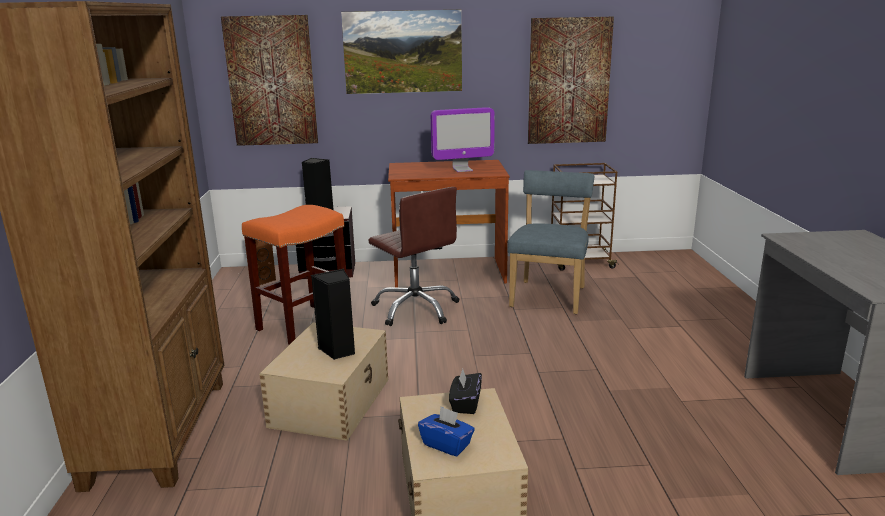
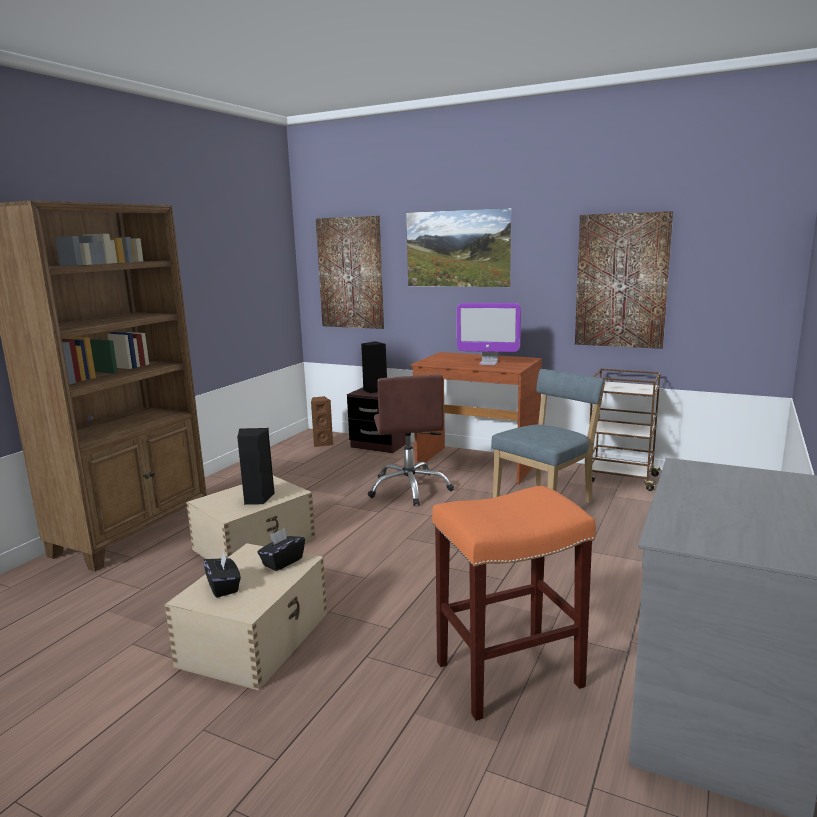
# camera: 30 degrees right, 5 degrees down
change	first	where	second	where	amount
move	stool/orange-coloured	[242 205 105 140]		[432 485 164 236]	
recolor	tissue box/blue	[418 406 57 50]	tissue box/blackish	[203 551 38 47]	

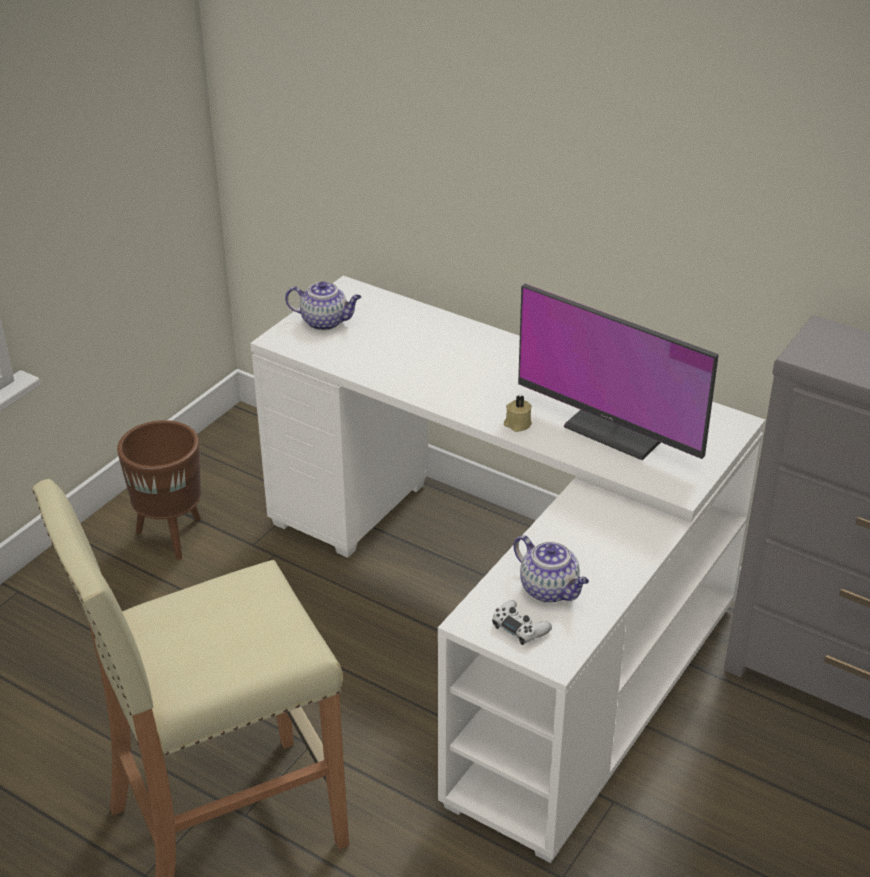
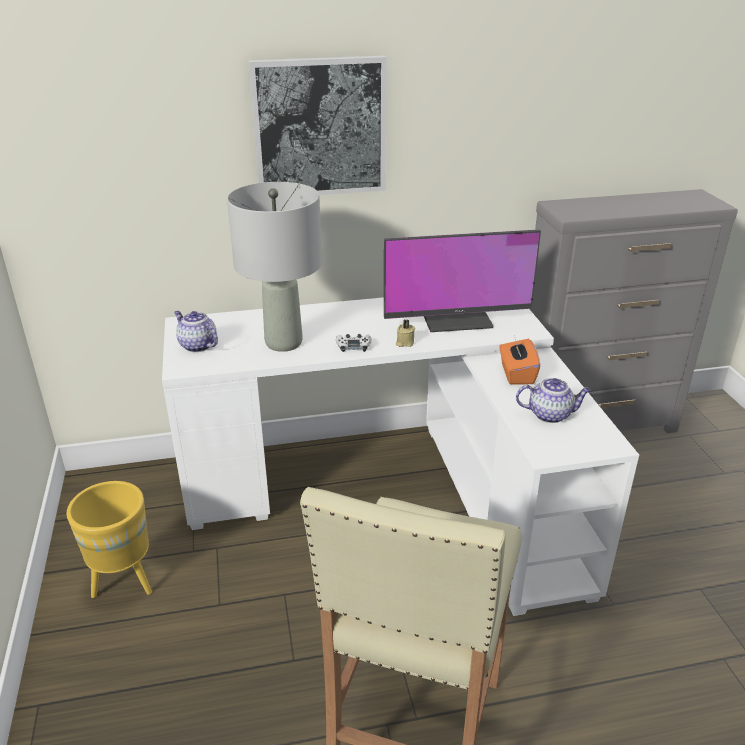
# camera: 45 degrees left, 5 degrees down
change	first	where	second	where	amount
rotate	teapot	[285 281 76 49]		[174 311 44 41]	105 degrees counterclockwise
recolor	planter/brown	[117 420 84 140]	planter/yellow-coloured	[67 481 85 117]	
move	game controller/white	[492 600 60 45]		[336 334 35 18]	
insert			picture	[248 56 139 139]	
insert			lamp for a table/greyish	[227 182 95 170]	
insert			tissue box/orange-coloured	[499 335 41 50]	

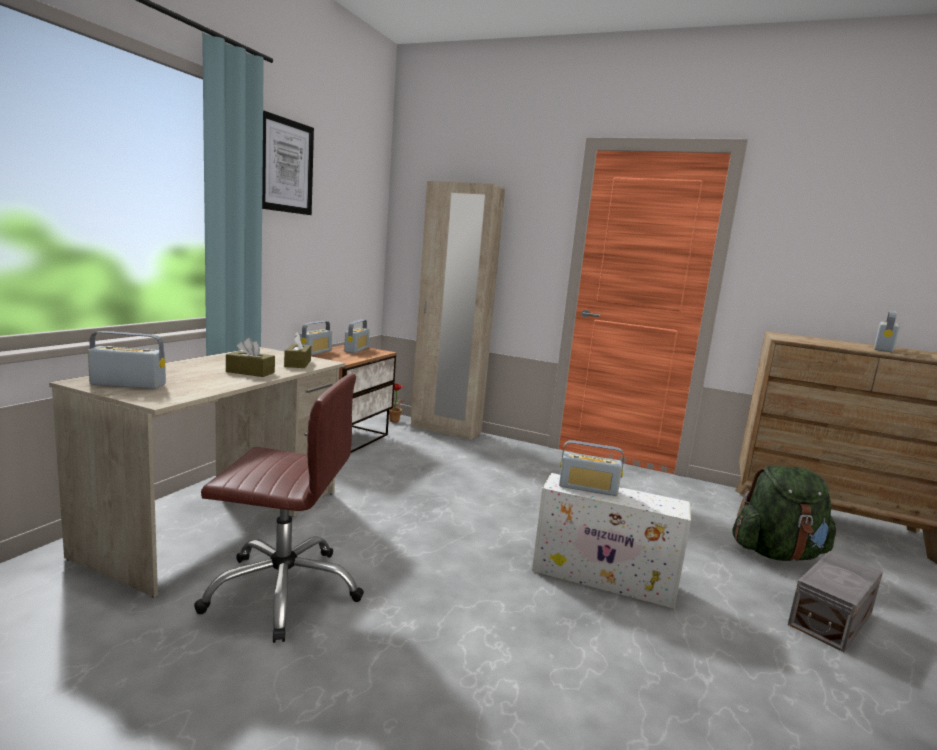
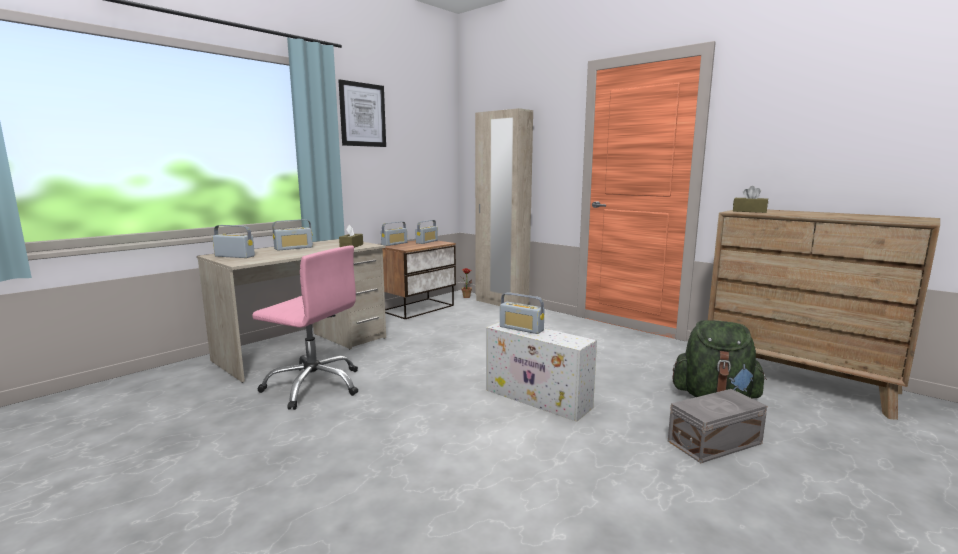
# camera: 20 degrees right, 0 degrees up
change	first	where	second	where	amount
move	radio receiver	[874 311 25 41]		[272 219 41 32]	
move	tissue box/brown	[226 338 49 39]		[733 186 35 27]	
recolor	office chair/brown	[194 374 170 269]	office chair/pink	[252 245 106 165]	

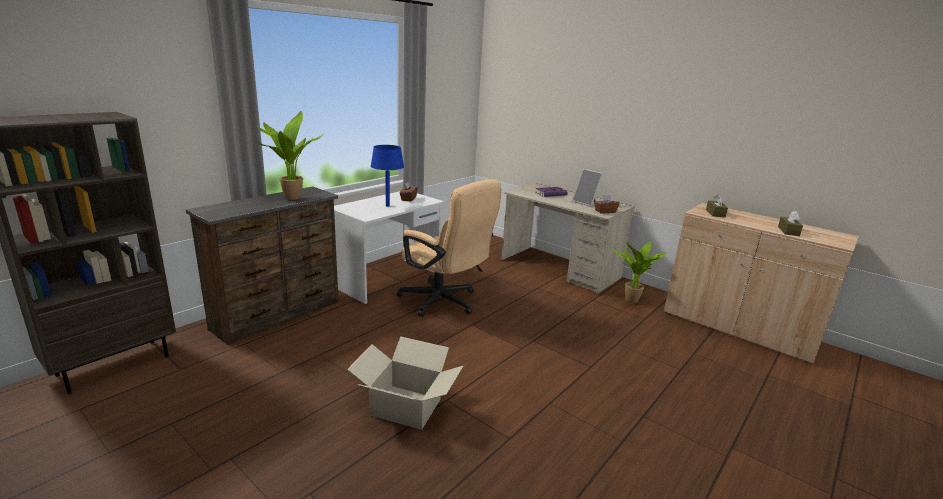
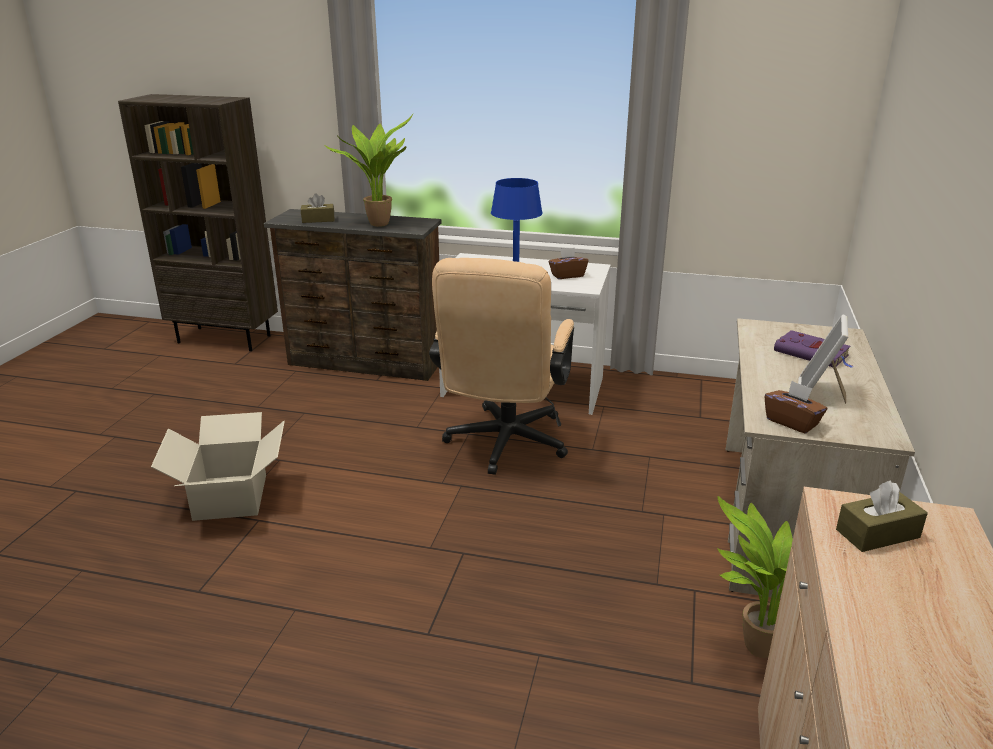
# camera: 65 degrees right, 5 degrees up
change	first	where	second	where	amount
move	tissue box/brown	[778 211 25 25]		[301 193 33 30]	

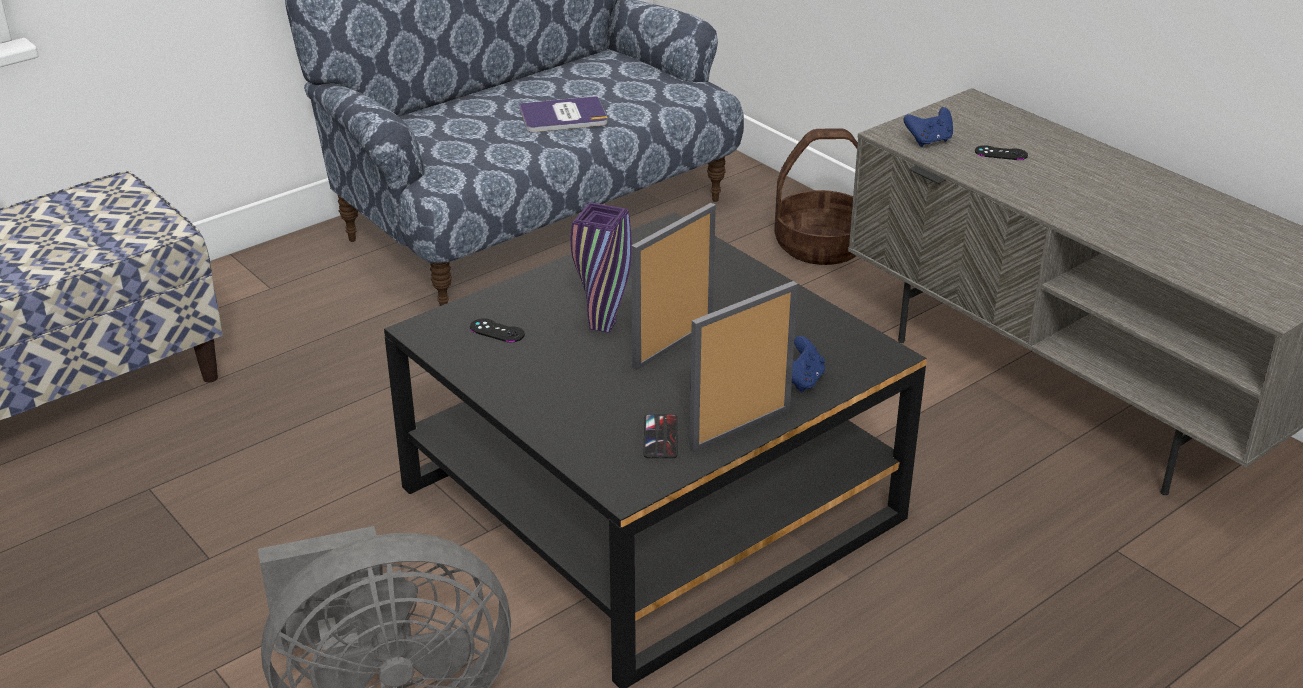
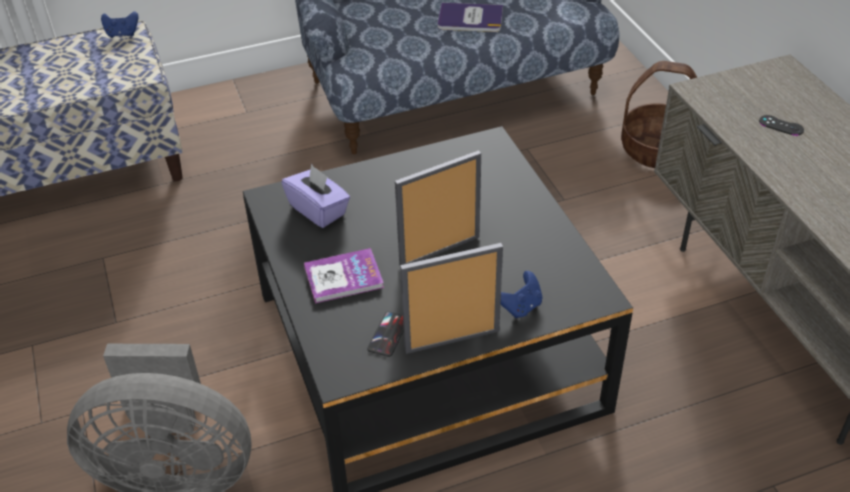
# camera: 20 degrees right, 10 degrees up
change	first	where	second	where	amount
move	game controller/blue	[904 107 49 40]		[101 11 37 27]	
delete	decorative vase/purple	[571 202 61 131]			
replace	game controller/blackish	[470 318 55 24]	tissue box/purple	[281 164 69 64]	
insert			book	[304 248 80 55]	

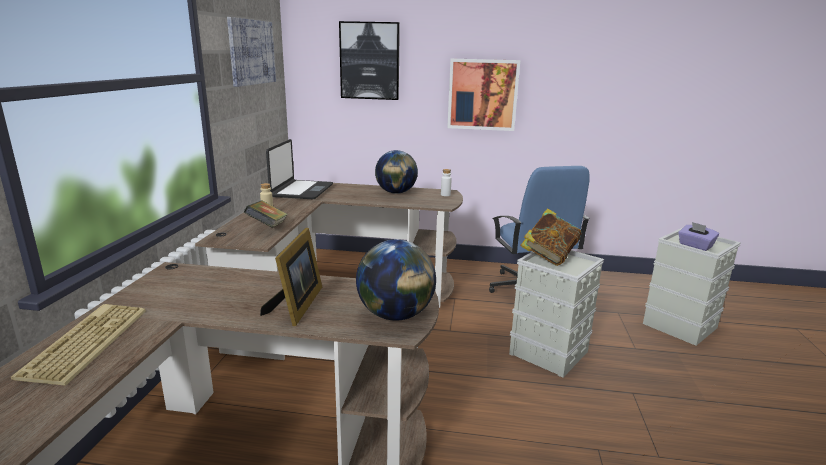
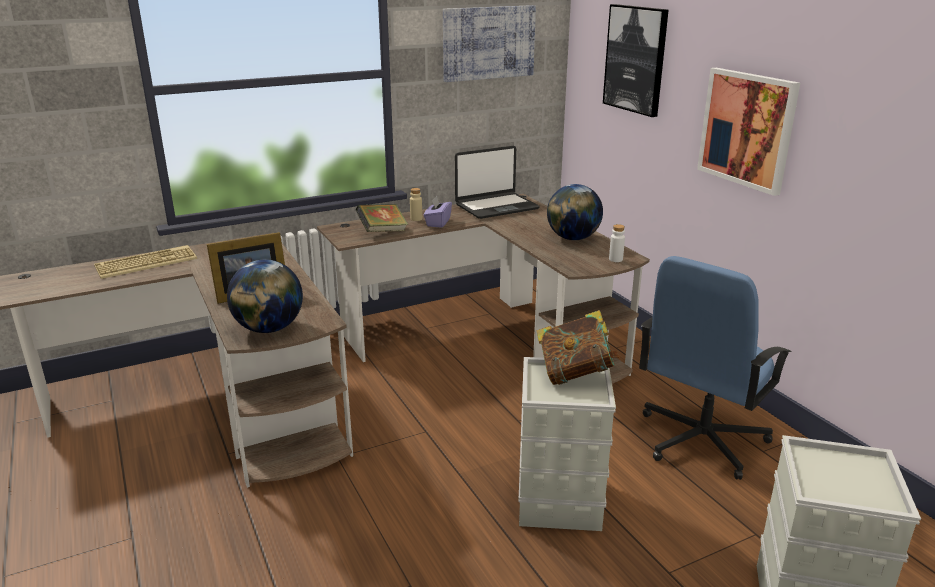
# camera: 55 degrees right, 5 degrees up
change	first	where	second	where	amount
move	tissue box/purple	[678 222 41 29]		[424 196 28 32]	

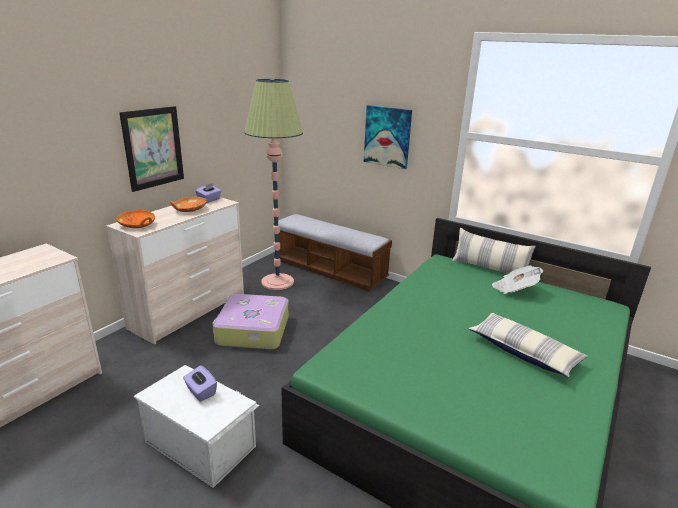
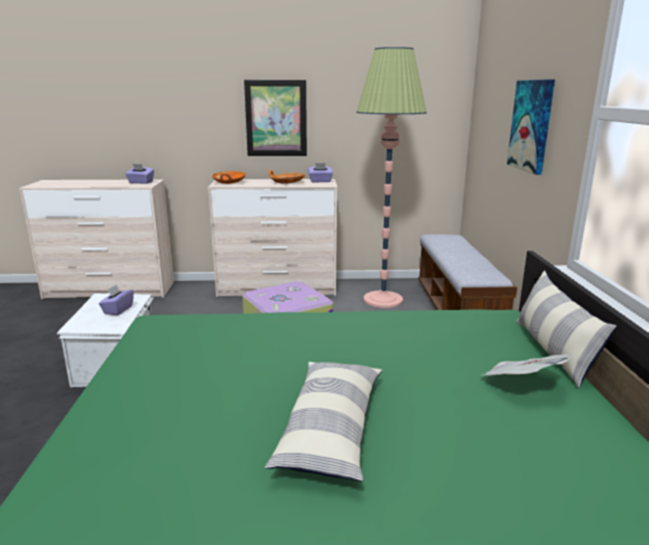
# camera: 55 degrees right, 5 degrees down
change	first	where	second	where	amount
insert			tissue box/purple	[125 164 29 20]	

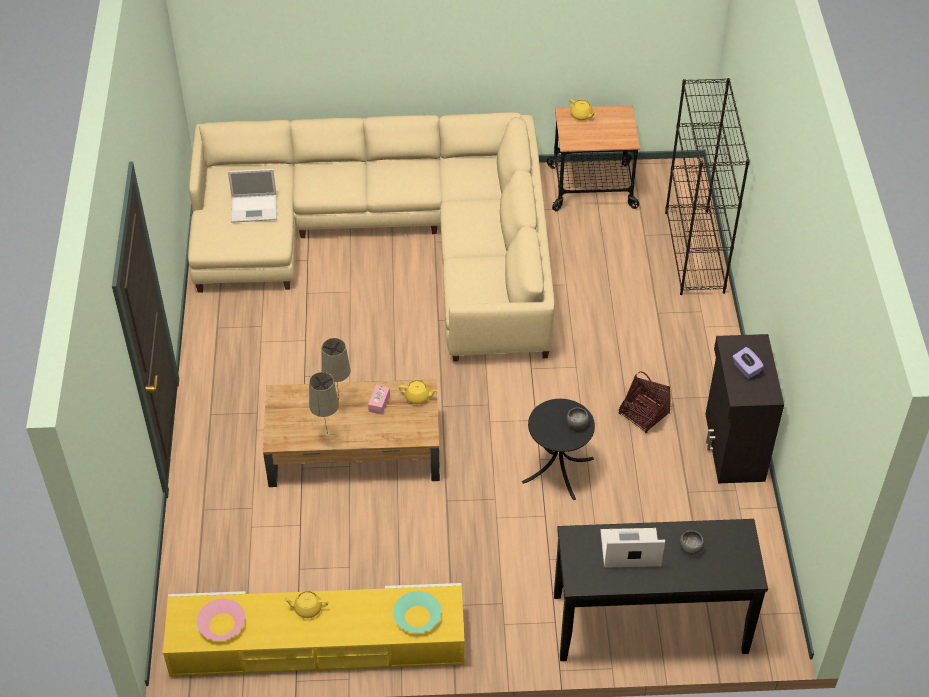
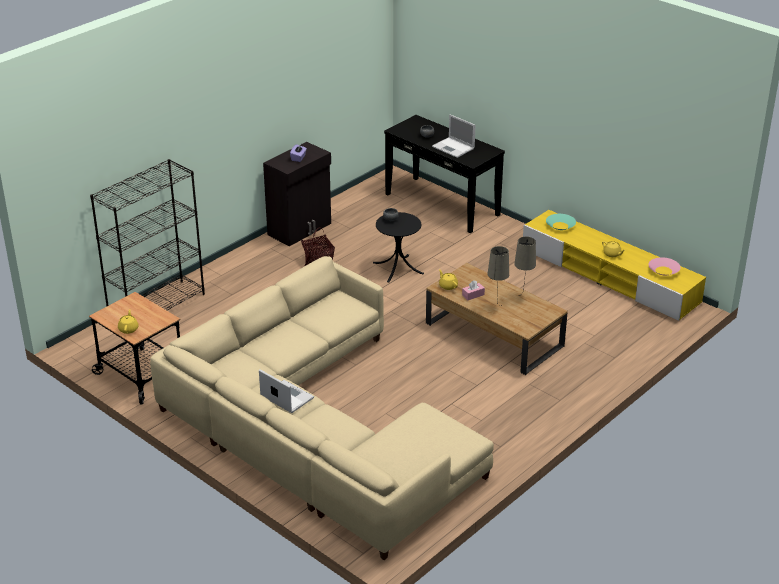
# camera: 135 degrees left, 15 degrees down
change	first	where	second	where	amount
move	notebook computer	[228 169 49 54]		[259 369 55 44]	

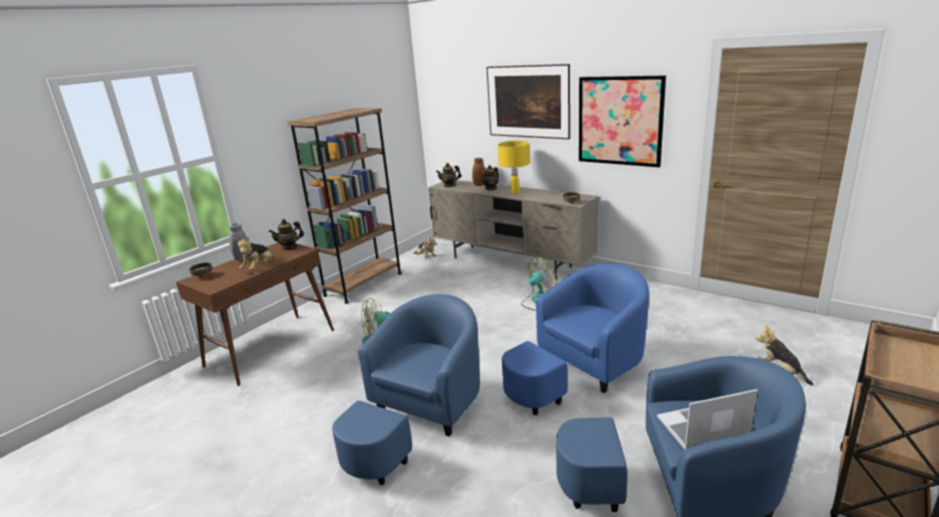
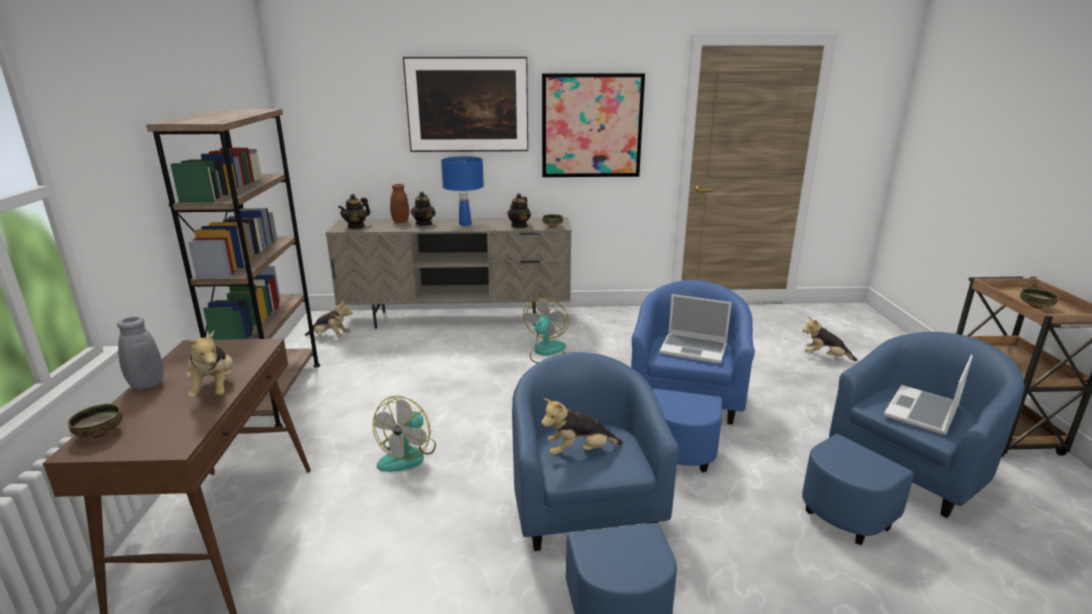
# camera: 40 degrees left, 0 degrees up
change	first	where	second	where	amount
recolor	lamp for a table/yellow-coloured	[498 141 32 53]	lamp for a table/blue	[441 156 43 70]	
move	teapot	[268 219 36 31]		[507 193 24 35]	
insert			bowl	[1020 288 39 21]	
insert			notebook computer	[660 294 72 70]	
insert			cuddly toy	[541 398 82 57]	

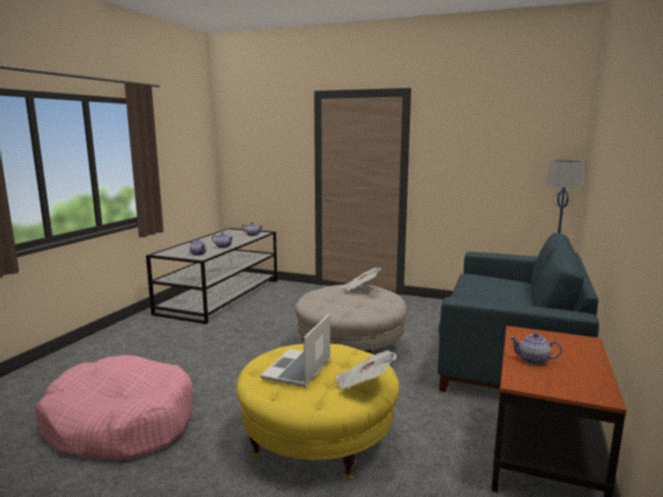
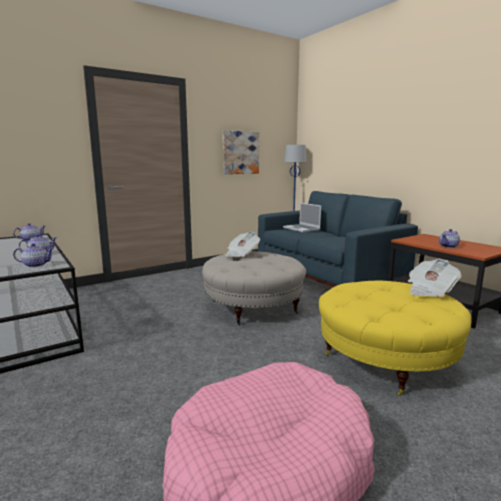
# camera: 55 degrees left, 0 degrees up
change	first	where	second	where	amount
move	notebook computer	[260 313 71 75]		[283 203 38 29]	
insert			picture	[223 130 36 44]	

